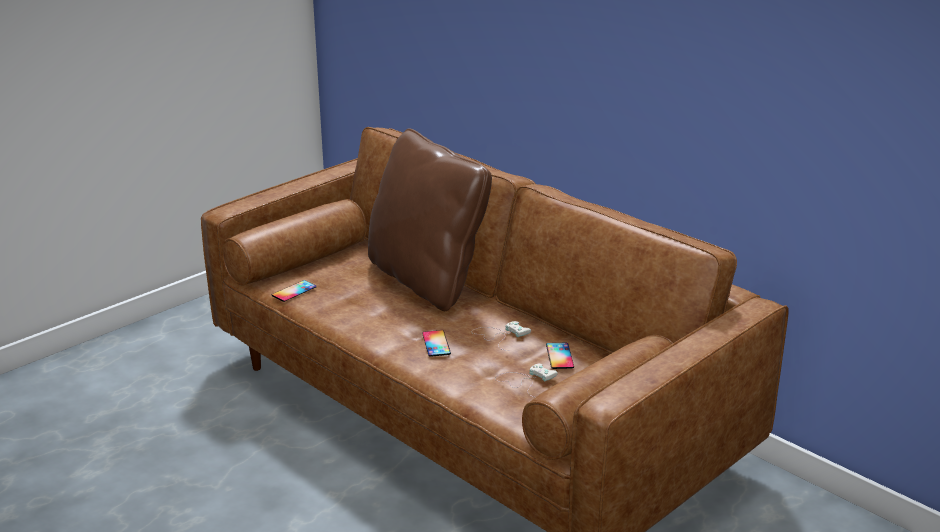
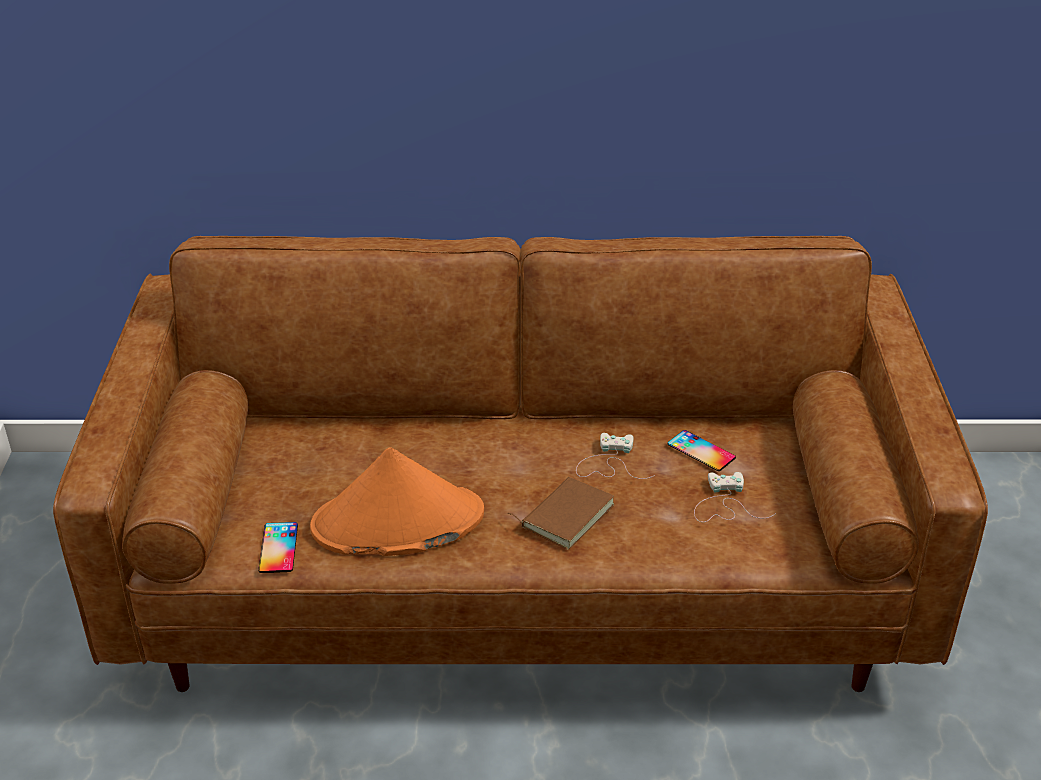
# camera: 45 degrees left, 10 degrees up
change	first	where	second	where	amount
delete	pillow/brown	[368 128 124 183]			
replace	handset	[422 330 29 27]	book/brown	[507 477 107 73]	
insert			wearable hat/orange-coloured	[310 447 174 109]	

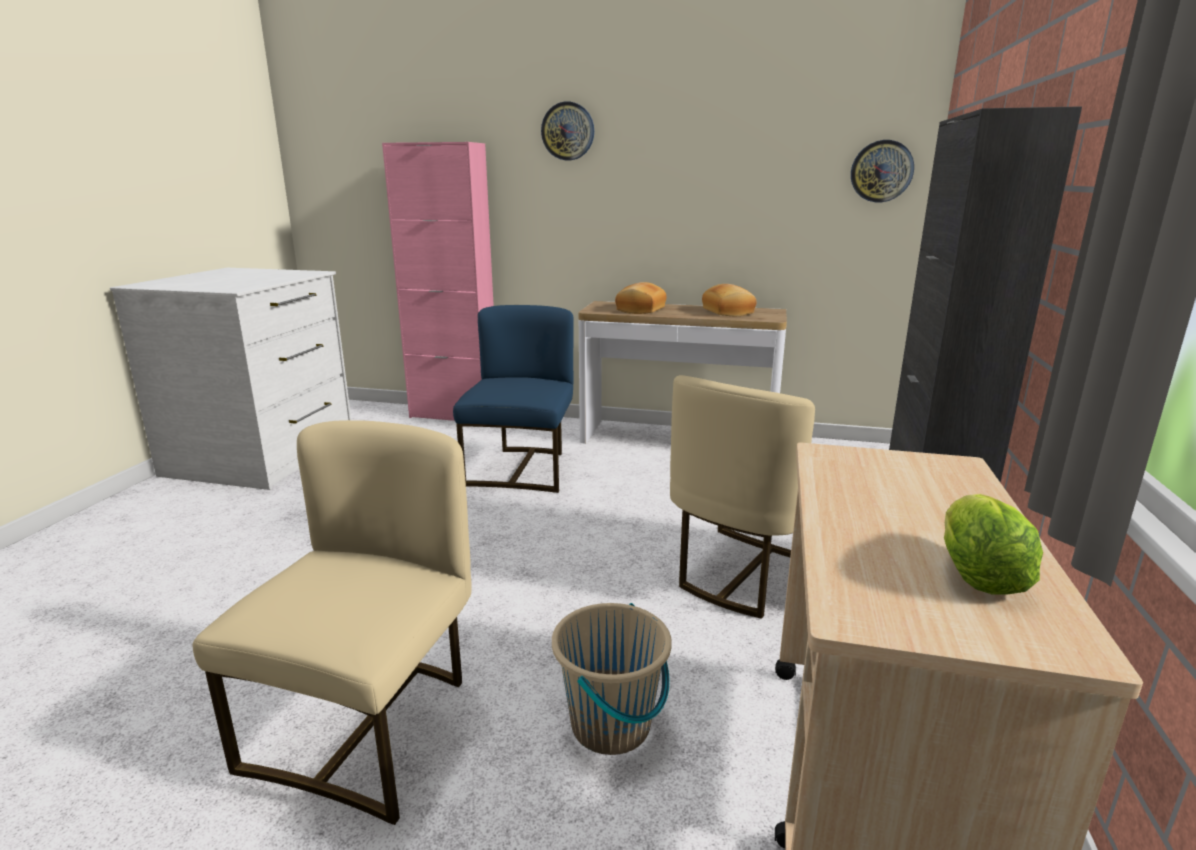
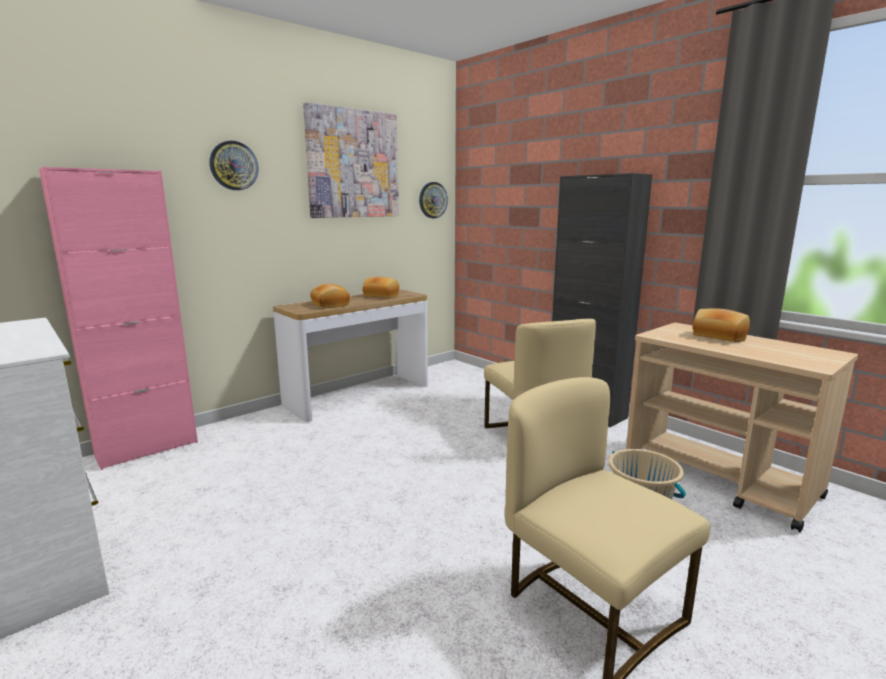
# camera: 55 degrees left, 5 degrees down
change	first	where	second	where	amount
delete	upright chair/blue	[453 305 121 188]			
delete	lettuce head	[944 494 99 101]			
insert			picture	[303 102 96 116]	
insert			bread	[693 308 57 34]	

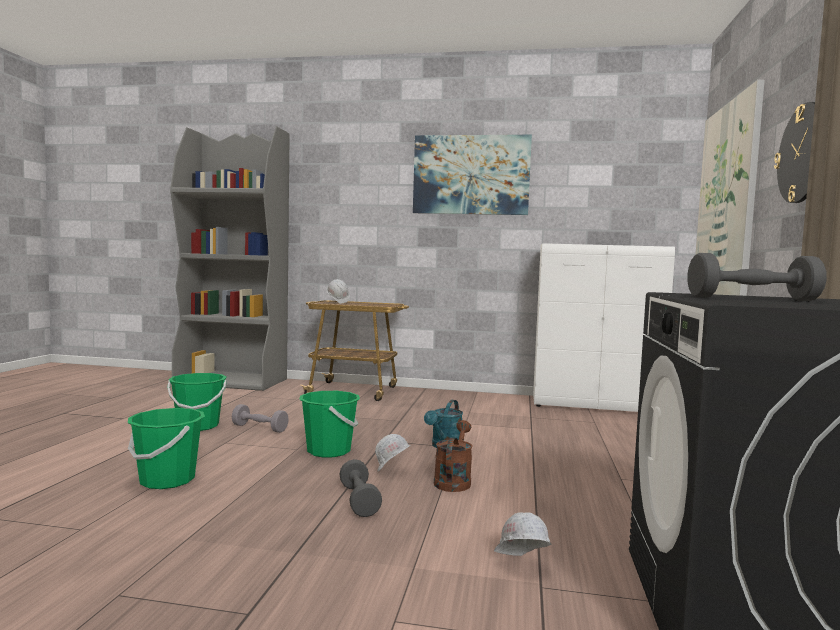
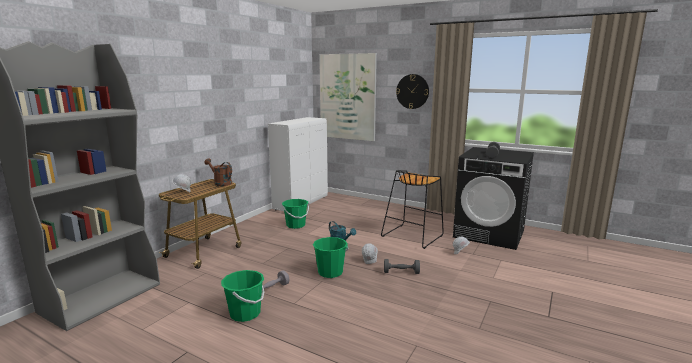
# camera: 70 degrees left, 10 degrees up
change	first	where	second	where	amount
delete	picture	[413 135 119 80]			
move	water bucket/green-coloured	[128 408 77 81]		[282 199 27 30]	
move	sprinkling can/brown	[434 420 39 72]		[204 158 28 28]	
insert			stool/blackish	[381 170 63 79]	

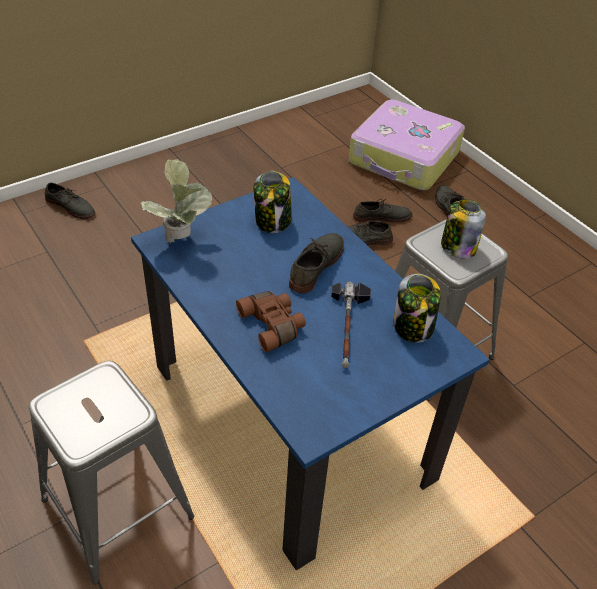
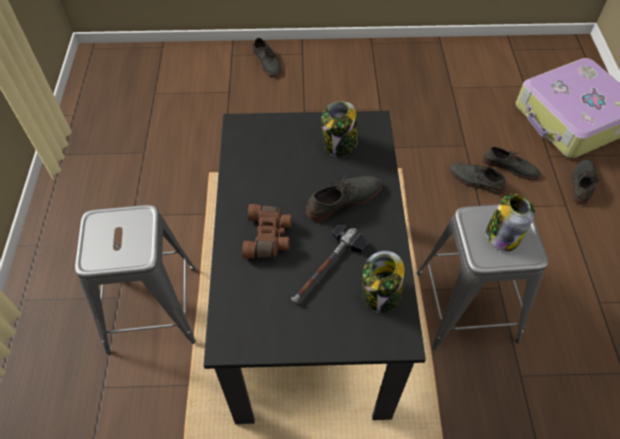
# camera: 35 degrees right, 10 degrees up
change	first	where	second	where	amount
delete	houseplant	[141 159 71 84]			
recolor	dining table/blue	[131 177 359 393]	dining table/blackish	[204 111 222 313]	

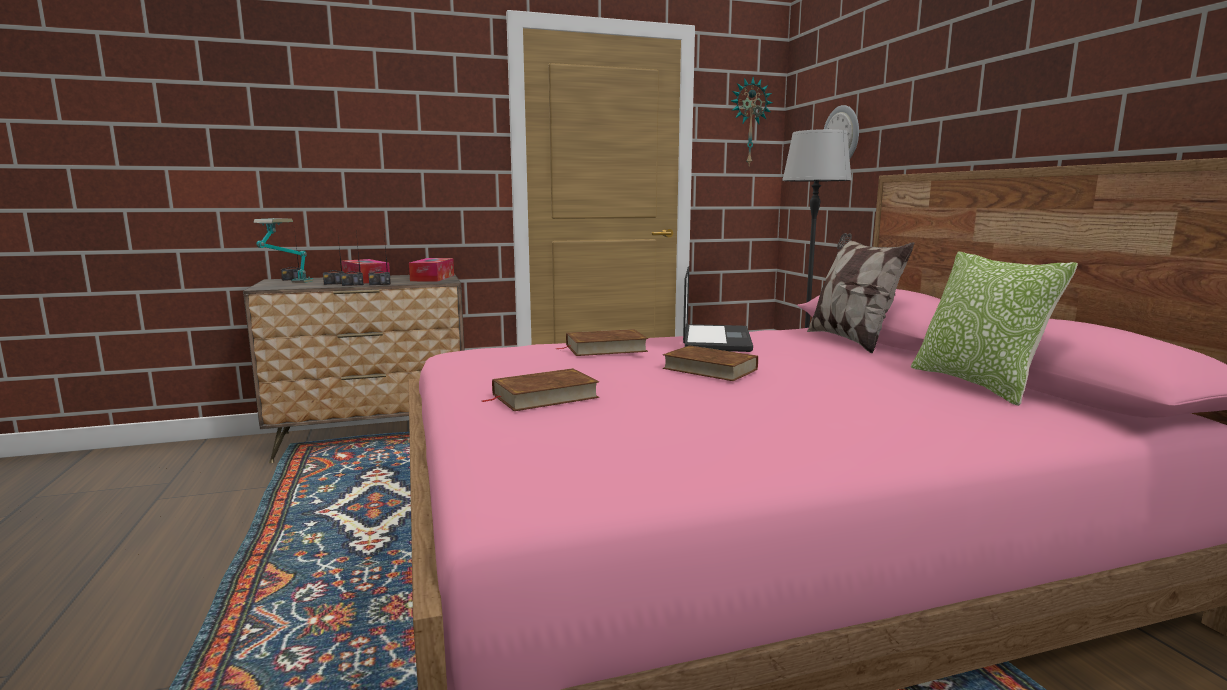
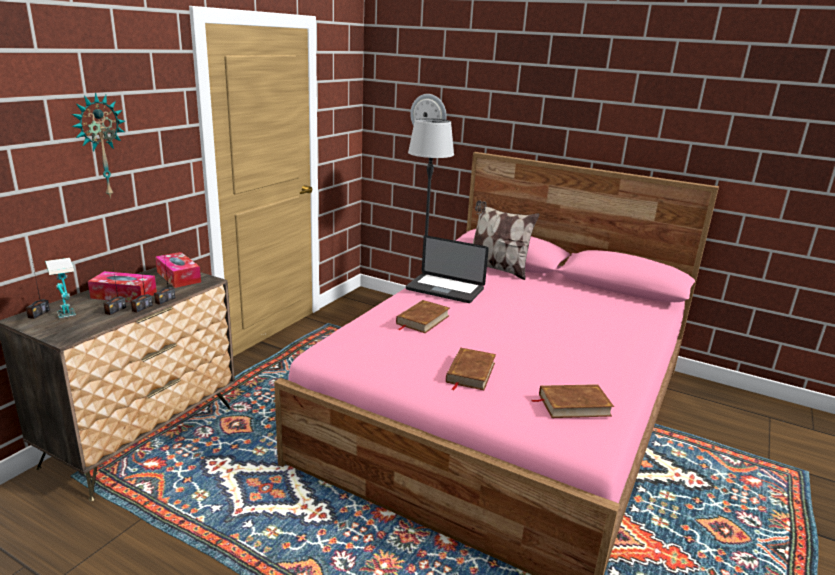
# camera: 45 degrees left, 10 degrees up
change	first	where	second	where	amount
move	wall clock	[731 77 41 88]		[72 92 53 107]	
delete	pillow	[911 252 167 154]			
rotate	notebook computer	[683 266 70 86]		[406 235 83 68]	150 degrees clockwise
move	book/brown	[662 345 96 36]		[531 384 83 34]	

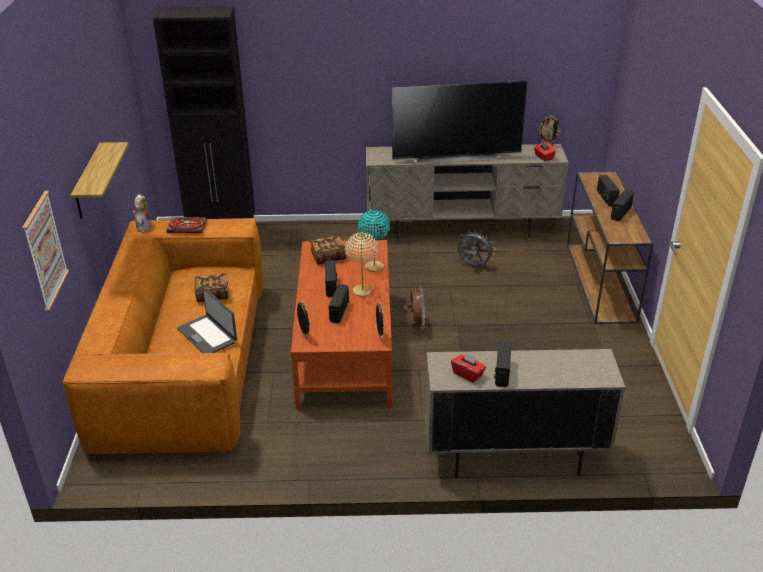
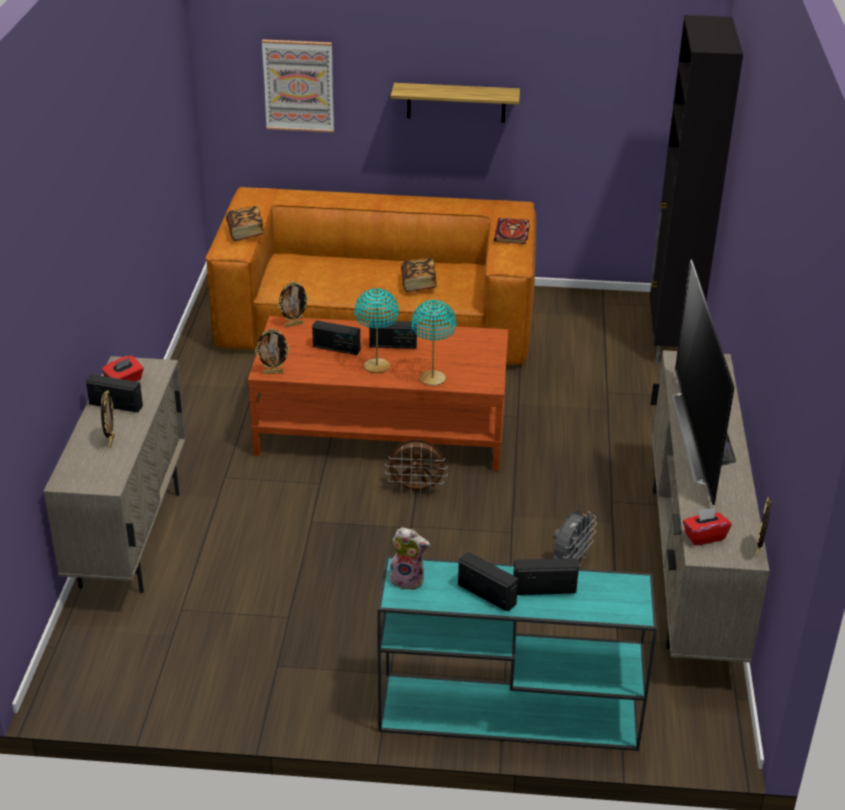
# camera: 95 degrees right, 0 degrees up
change	first	where	second	where	amount
recolor	console table/brown	[567 171 87 153]	console table/turquoise	[377 556 280 195]	
move	cuddly toy	[132 194 20 38]		[389 527 41 63]	
recolor	lamp for a table/sand-coloured	[345 232 34 64]	lamp for a table/turquoise	[354 288 45 85]	
move	book	[310 236 36 29]		[226 206 39 35]	
delete	notebook computer	[177 287 60 66]			
insert			photo frame	[101 390 14 58]	

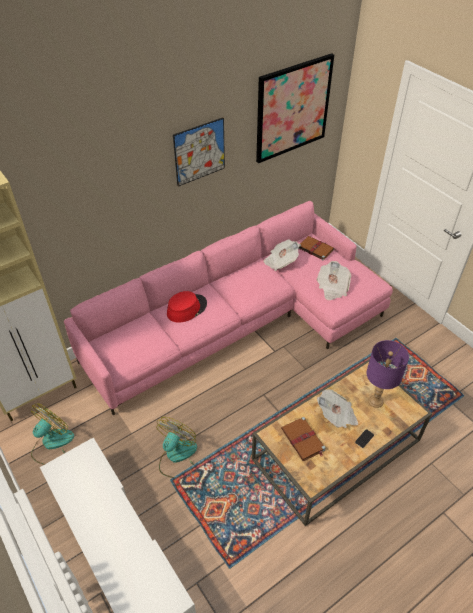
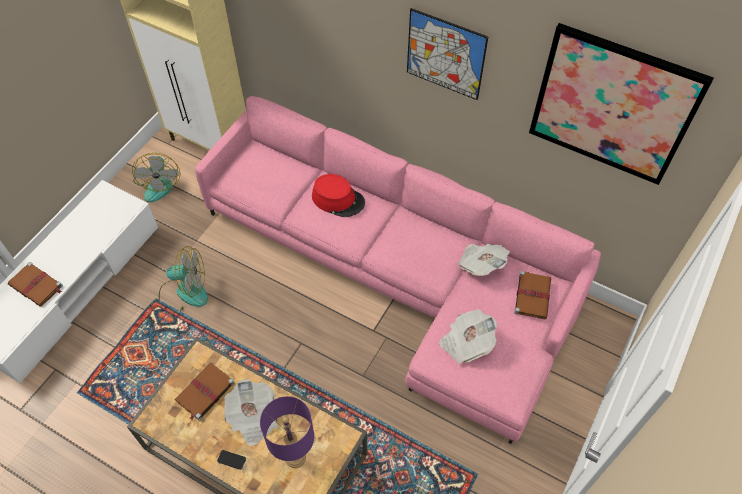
# camera: 65 degrees right, 10 degrees up
change	first	where	second	where	amount
rotate	fan	[31 403 43 62]		[132 153 48 49]	75 degrees clockwise
insert			book/brown	[8 262 55 45]	

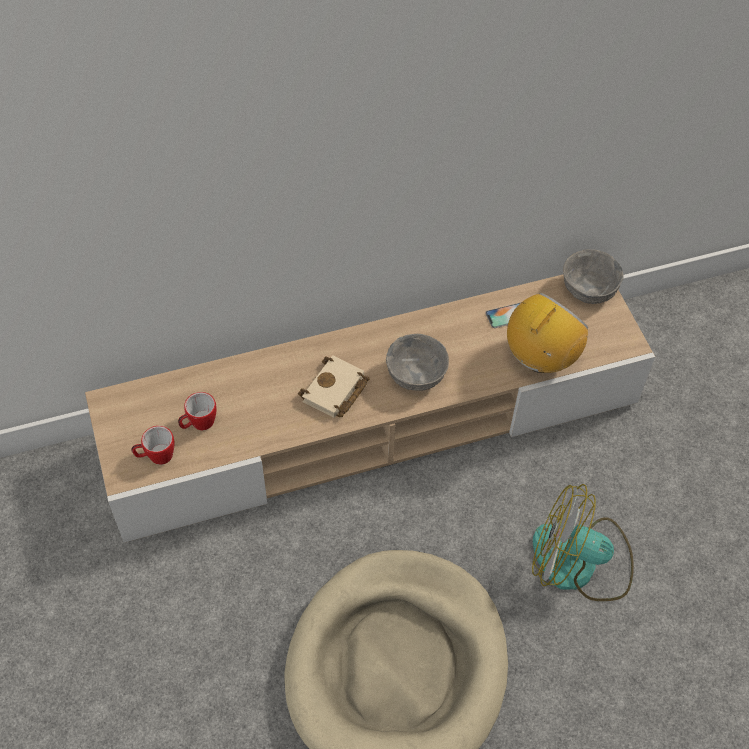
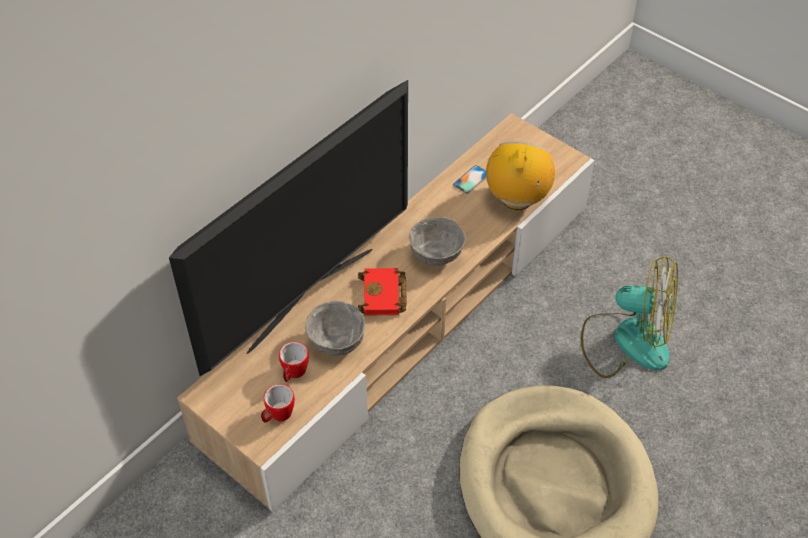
# camera: 30 degrees left, 5 degrees down
change	first	where	second	where	amount
move	bowl/greyish	[563 249 61 55]		[305 301 60 55]	
recolor	book/sand-coloured	[298 355 71 63]	book/red-coloured	[358 268 49 48]	
rotate	fan	[532 484 102 117]		[581 256 97 122]	150 degrees counterclockwise
insert			TV	[169 80 239 296]	

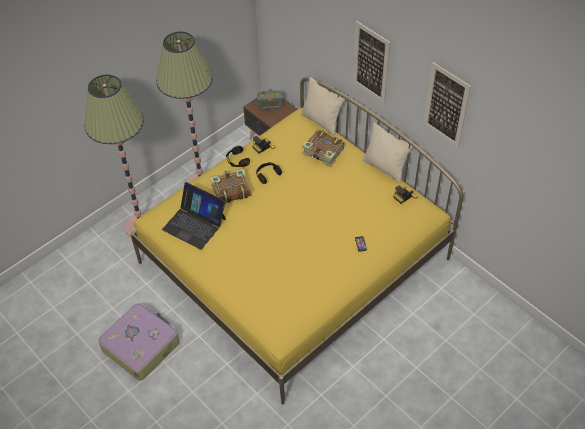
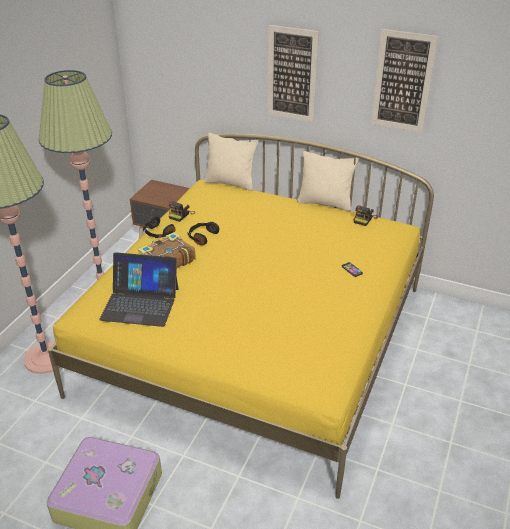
# camera: 25 degrees left, 15 degrees down
change	first	where	second	where	amount
delete	radio receiver	[257 90 26 20]			
delete	book	[302 130 42 37]			

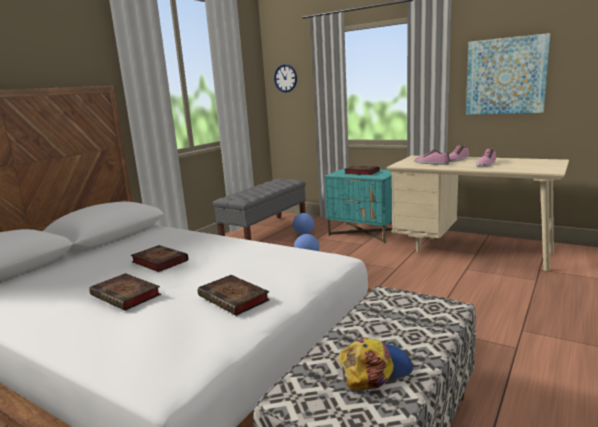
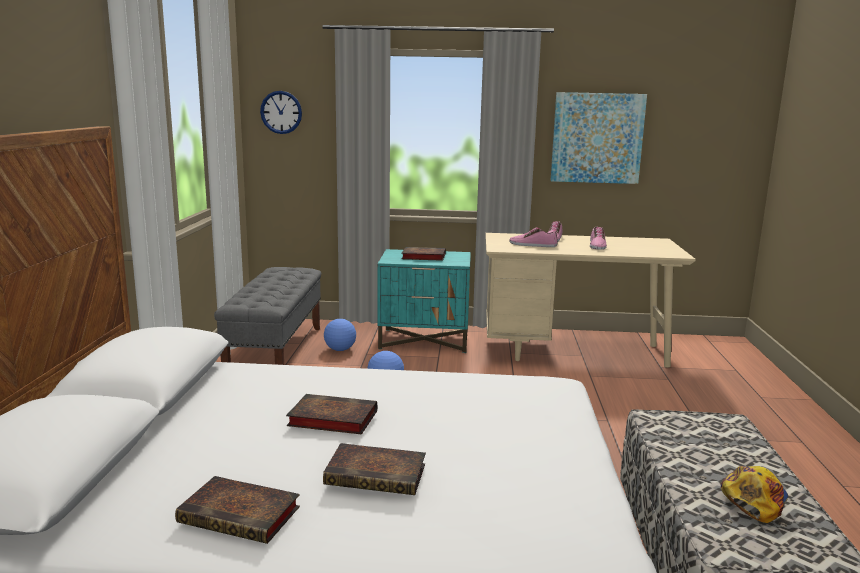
# camera: 30 degrees left, 0 degrees up
change	first	where	second	where	amount
move	book	[198 275 72 41]		[175 476 125 68]	

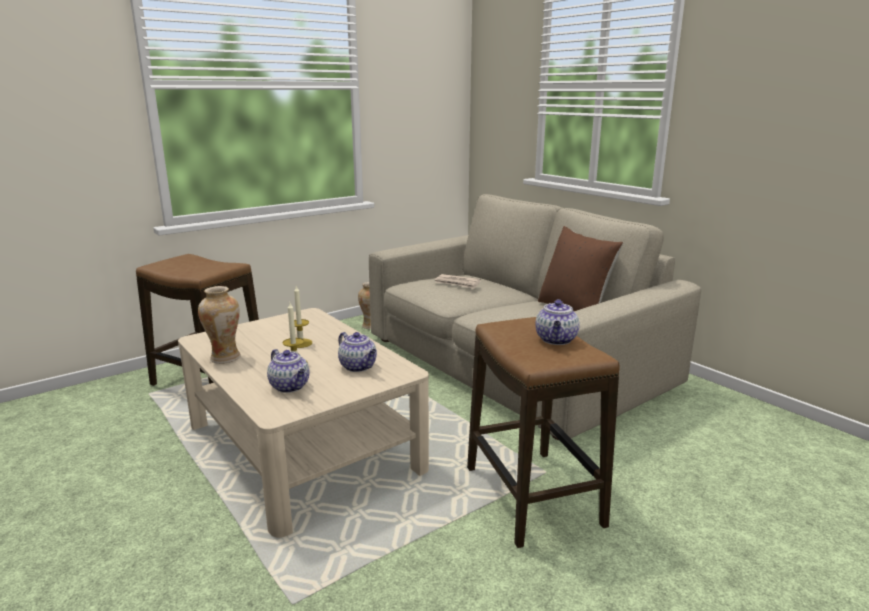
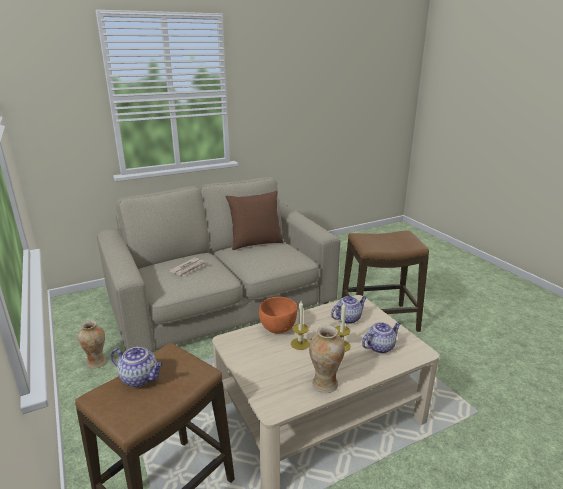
# camera: 80 degrees left, 5 degrees up
change	first	where	second	where	amount
move	teapot	[535 299 45 46]		[111 347 52 40]	
insert			bowl/orange-coloured	[259 297 38 37]	

